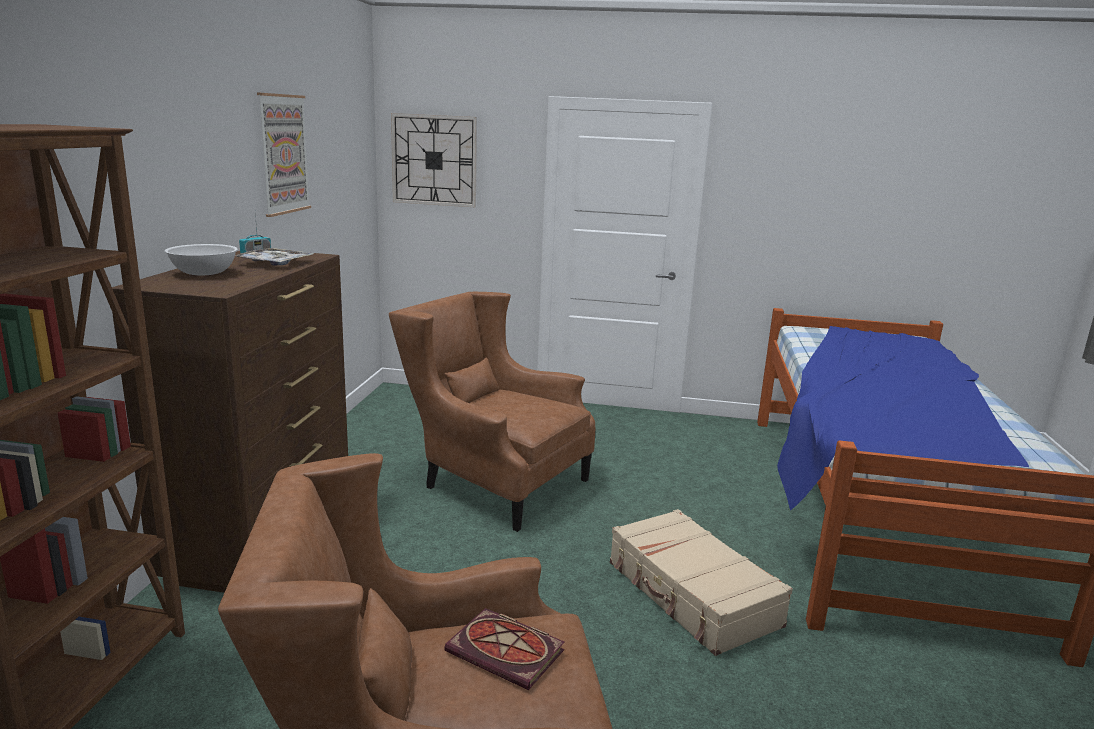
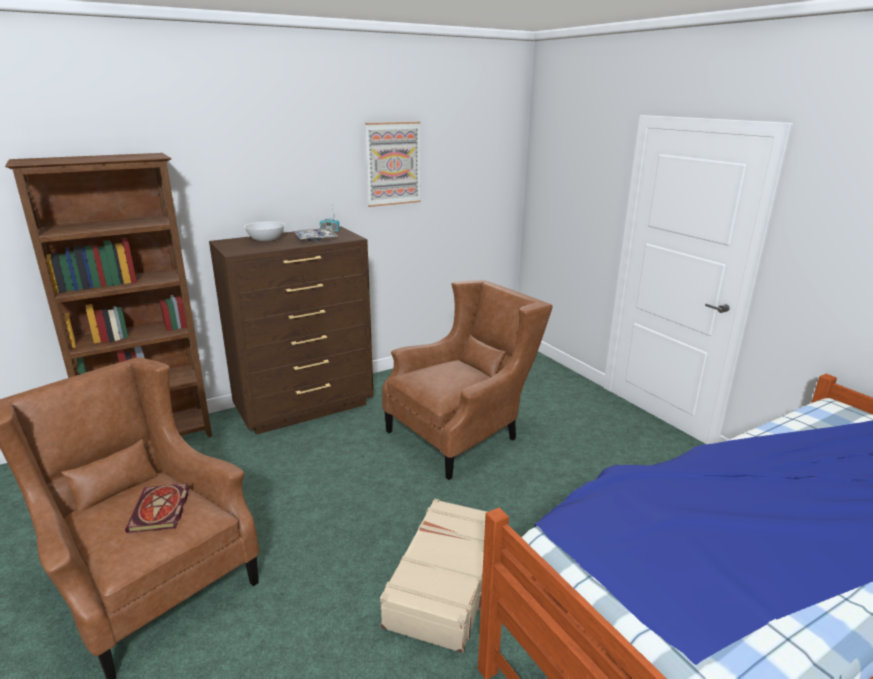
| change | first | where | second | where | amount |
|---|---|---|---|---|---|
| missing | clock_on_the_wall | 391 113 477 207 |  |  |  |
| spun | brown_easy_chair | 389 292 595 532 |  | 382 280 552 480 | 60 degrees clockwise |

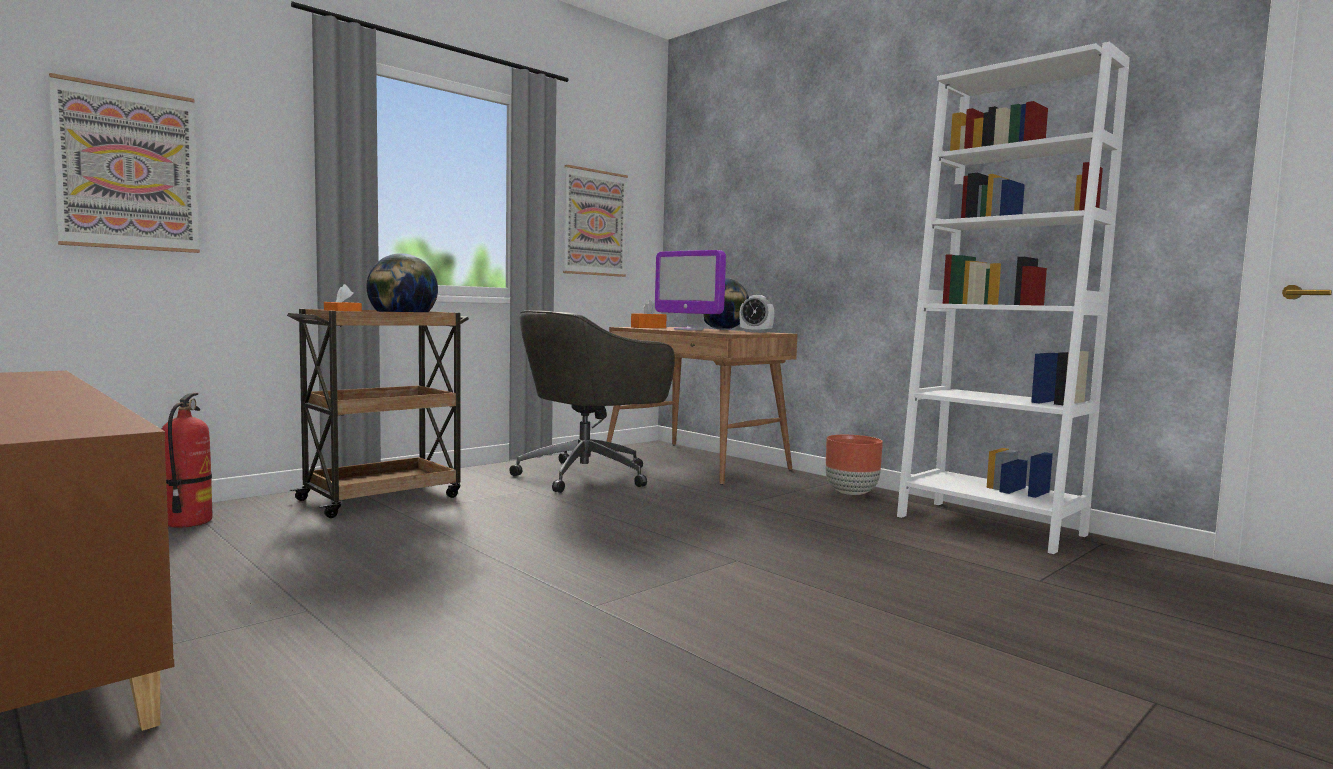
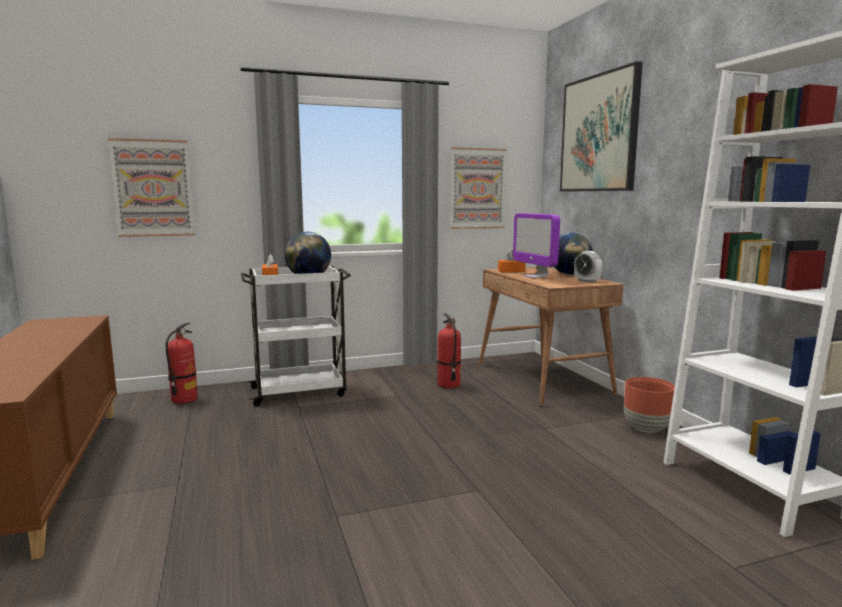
| change | first | where | second | where | amount |
|---|---|---|---|---|---|
| colour | brown_wheeled_cart | 287 309 469 518 | white-coloured_wheeled_cart | 241 265 351 406 |  |
| exchanged | grey_desk_chair | 509 311 675 493 | fire_extinguisher | 437 313 461 389 |  |
| appeared |  |  | wall_picture | 560 61 643 192 |  |

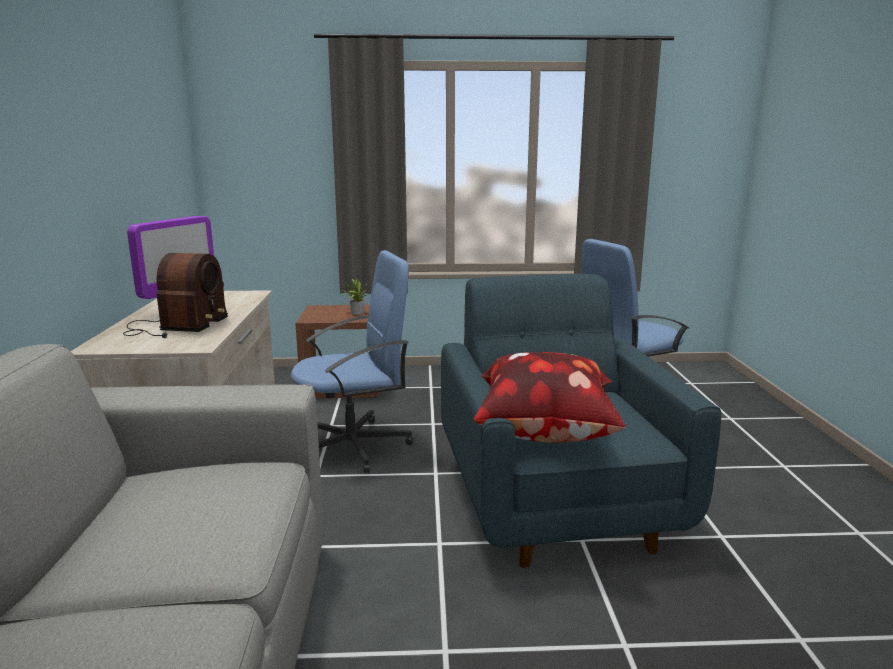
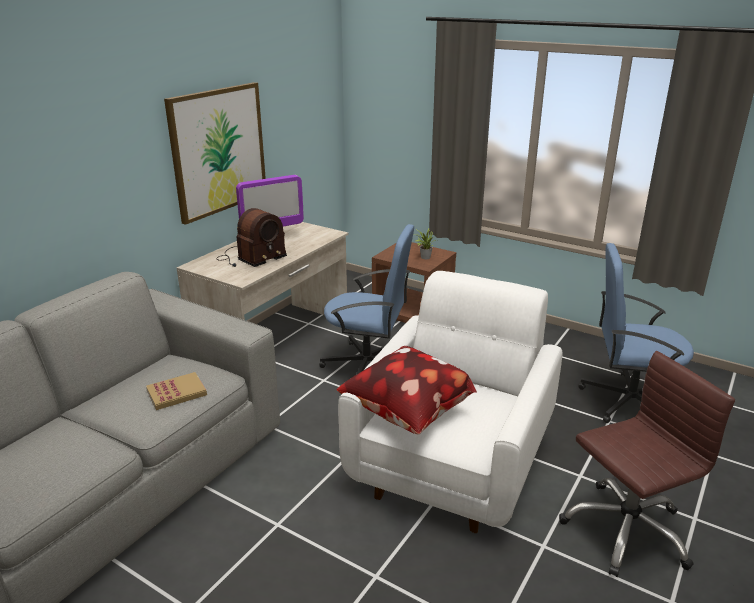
| change | first | where | second | where | amount |
|---|---|---|---|---|---|
| colour | blue-coloured_easy_chair | 441 274 721 568 | white-coloured_easy_chair | 338 271 562 533 |  |
| appeared |  |  | wall_picture | 164 82 266 225 |  |
| appeared |  |  | brown_desk_chair | 559 351 735 577 |  |
| appeared |  |  | bound_book | 146 372 207 410 |  |

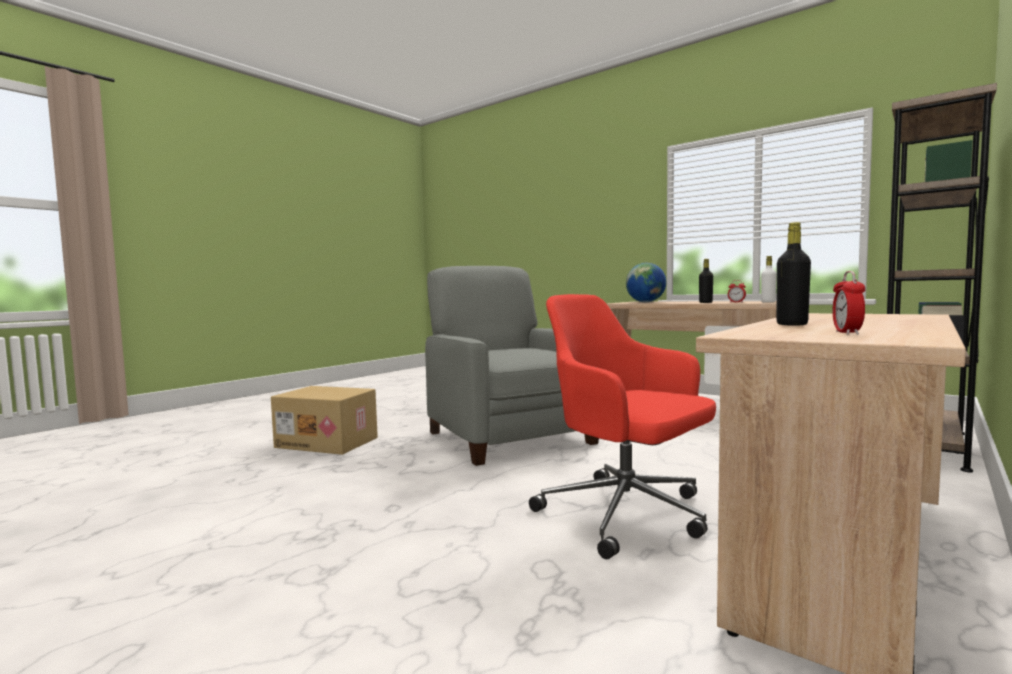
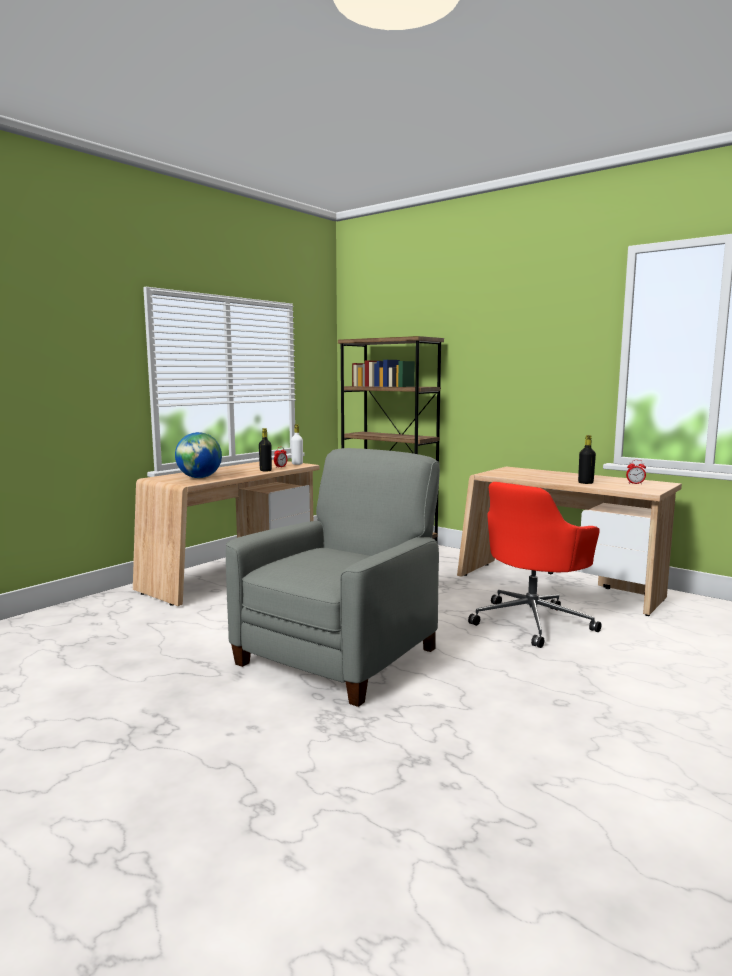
| change | first | where | second | where | amount |
|---|---|---|---|---|---|
| spun | grey_easy_chair | 425 266 599 466 |  | 226 448 440 707 | 150 degrees clockwise |
| missing | carton | 271 386 378 455 |  |  |  |

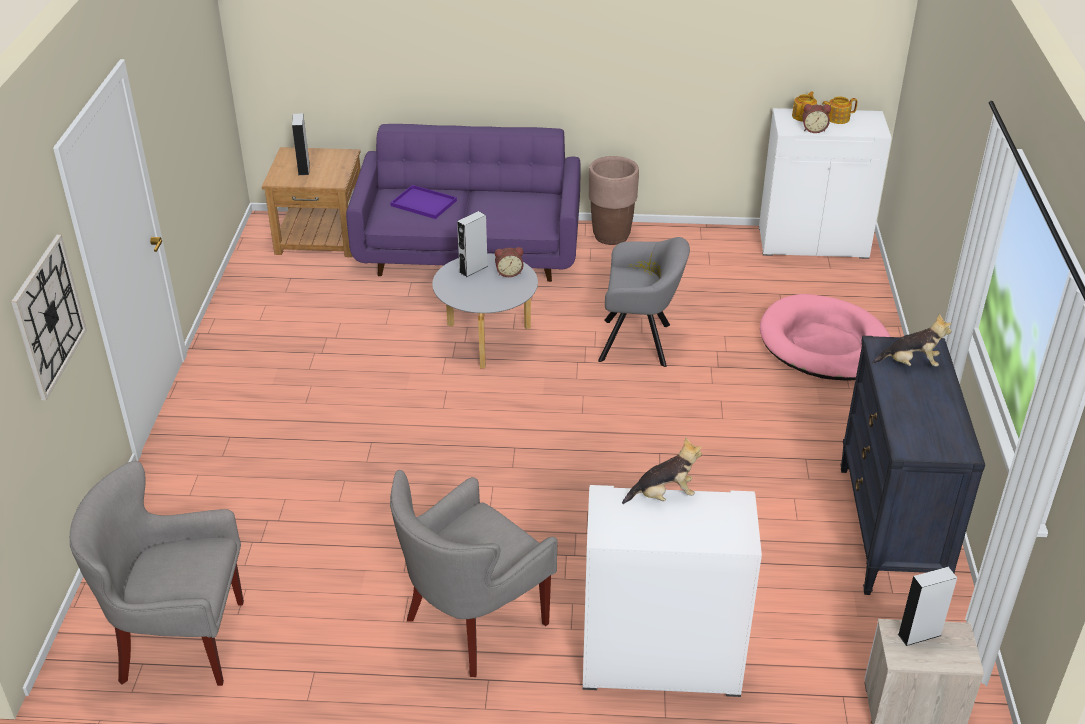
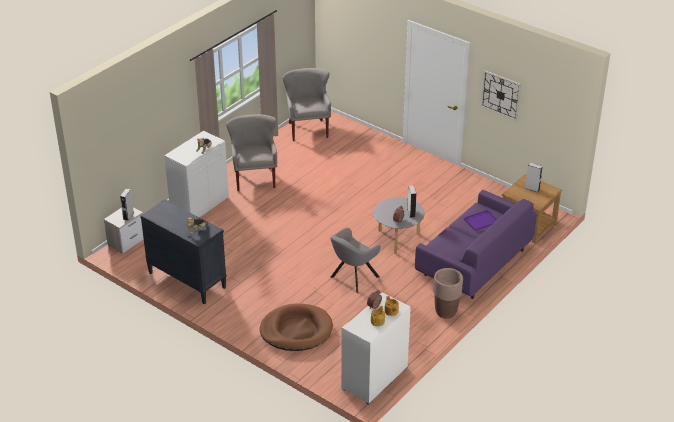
| change | first | where | second | where | amount |
|---|---|---|---|---|---|
| relocated | clock_on_the_wall | 11 235 87 400 |  | 481 70 521 121 |  |
| colour | pinkish_pet_bed | 760 294 891 381 | brown_pet_bed | 260 304 333 351 |  |
| spun | grey_easy_chair | 70 461 244 686 |  | 283 68 331 141 | 45 degrees counterclockwise |

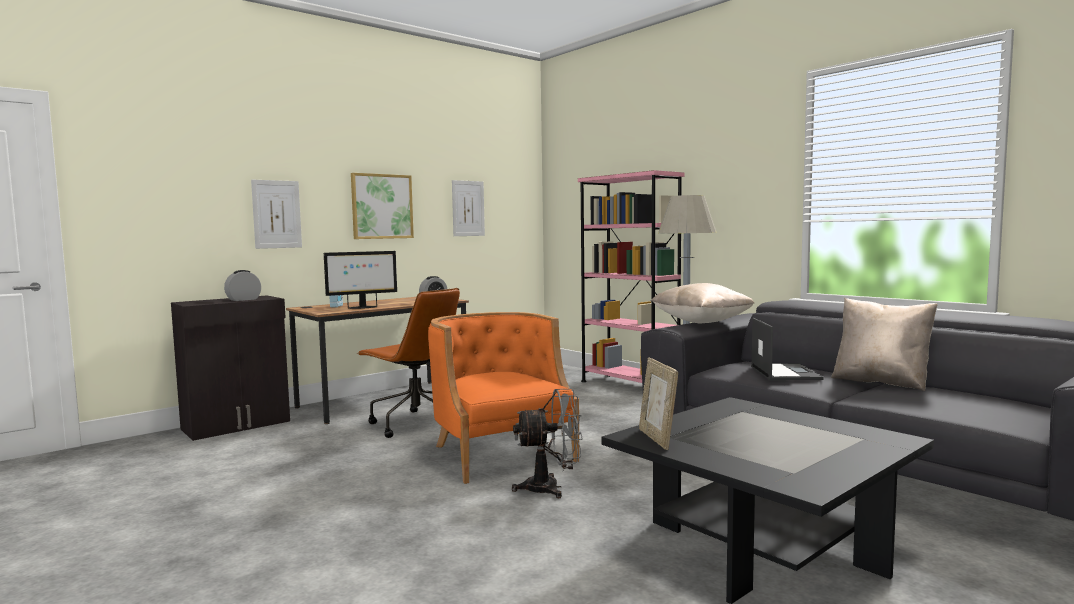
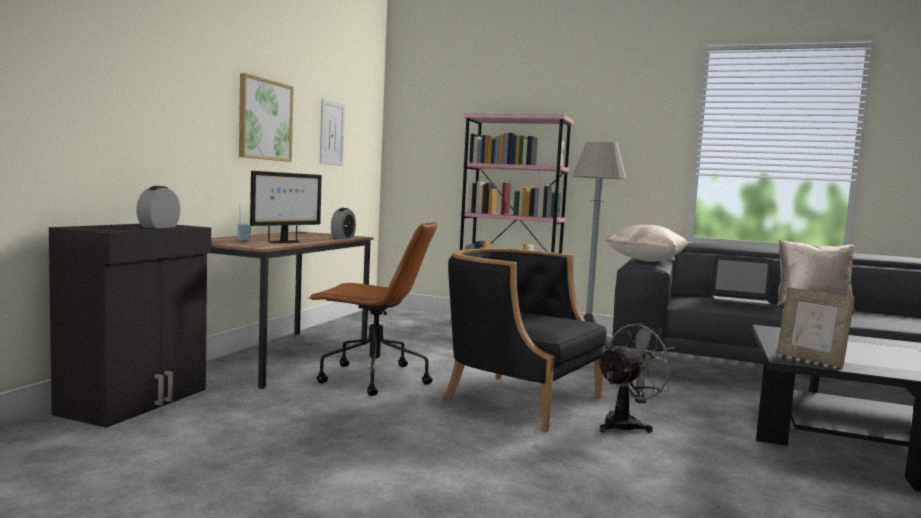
| change | first | where | second | where | amount |
|---|---|---|---|---|---|
| missing | wall_picture | 251 180 302 249 |  |  |  |
| colour | orangey_easy_chair | 428 312 579 484 | black_easy_chair | 443 248 607 432 |  |
| spun | laptop | 751 318 824 380 |  | 711 255 775 310 | 135 degrees clockwise |

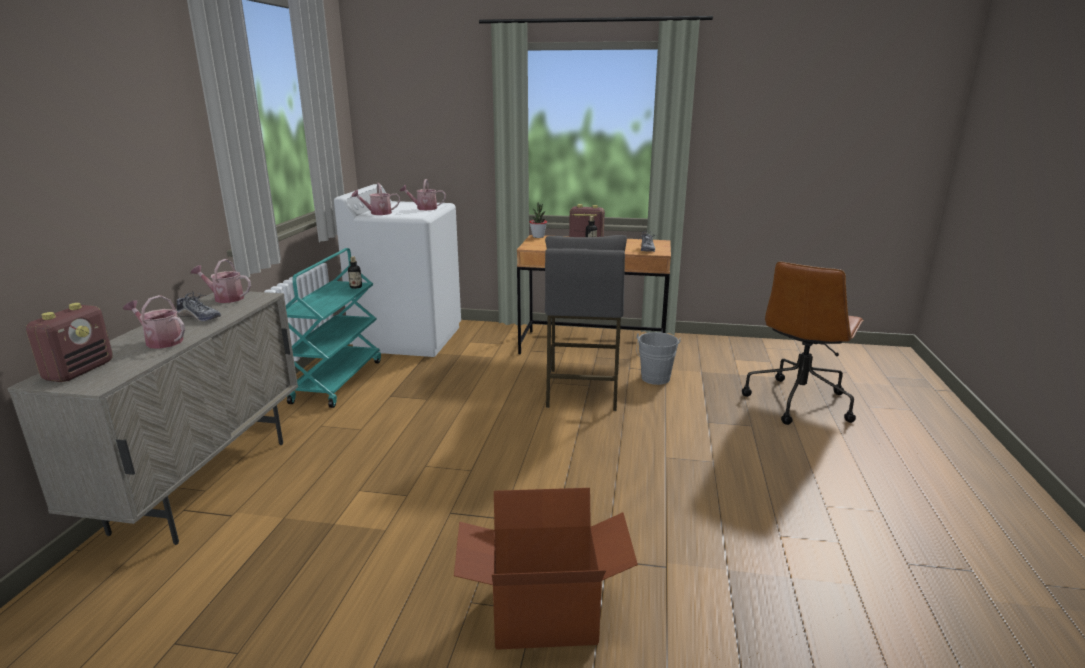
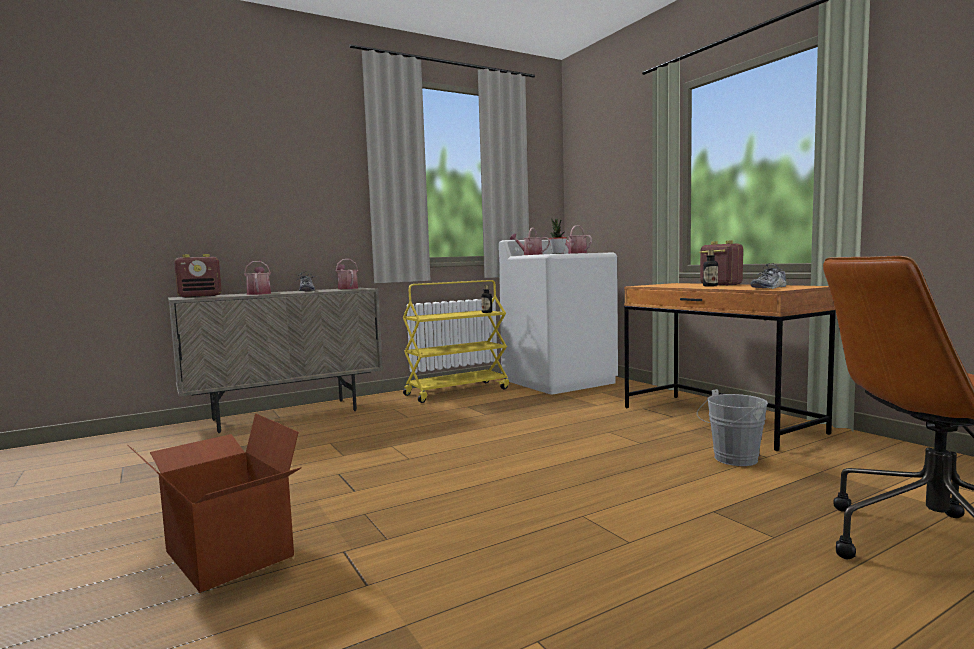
| change | first | where | second | where | amount |
|---|---|---|---|---|---|
| relocated | houseplant | 529 202 547 238 |  | 549 218 567 254 |  |
| missing | grey_sitting_stool | 545 235 627 411 |  |  |  |
| colour | turquoise_wheeled_cart | 286 248 381 408 | yellow-coloured_wheeled_cart | 403 280 509 403 |  |

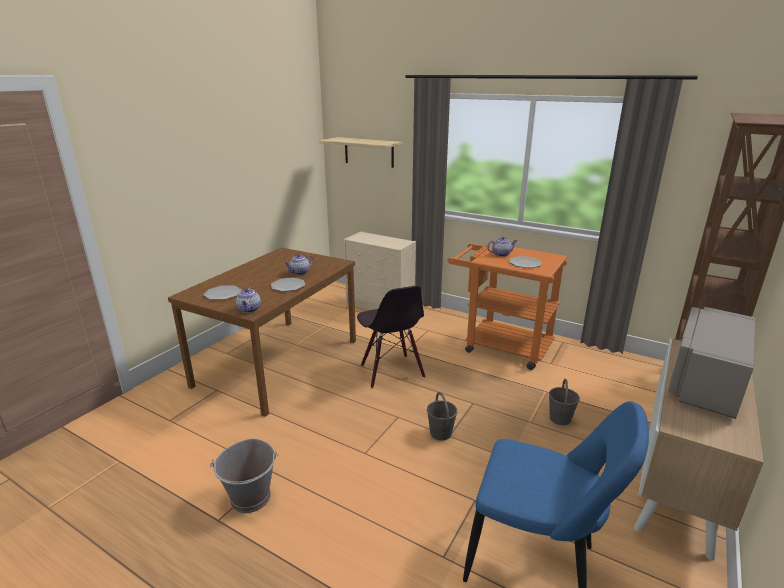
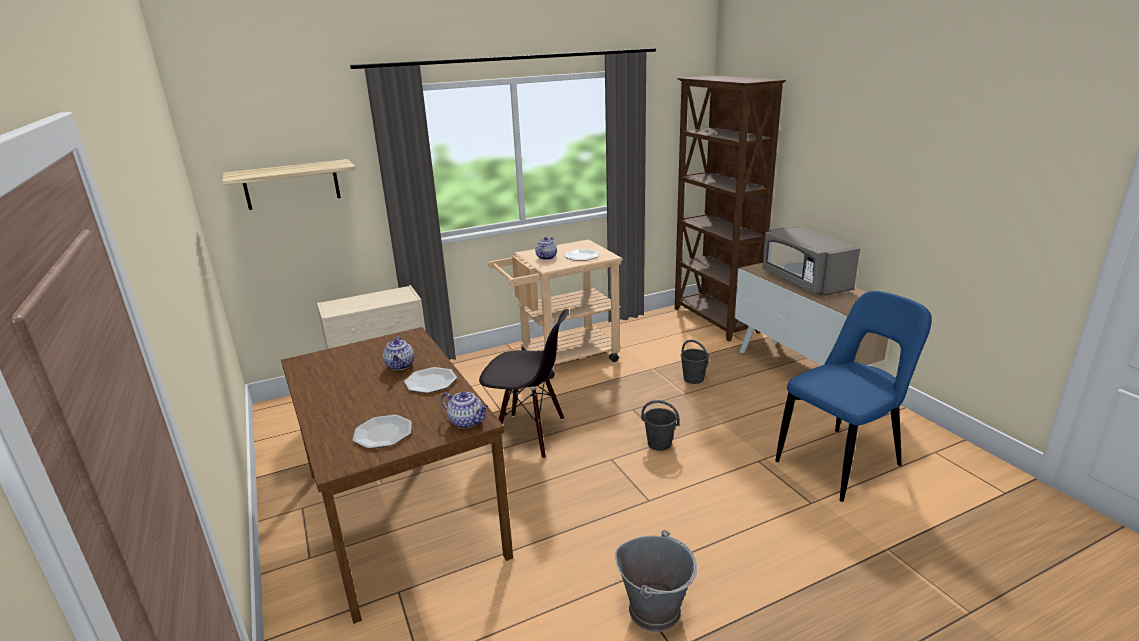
| change | first | where | second | where | amount |
|---|---|---|---|---|---|
| colour | orangey_wheeled_cart | 448 244 567 370 | beige_wheeled_cart | 488 239 623 379 |  |

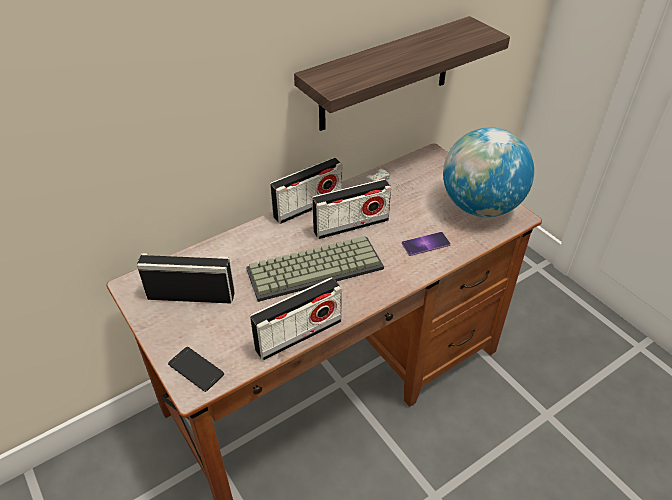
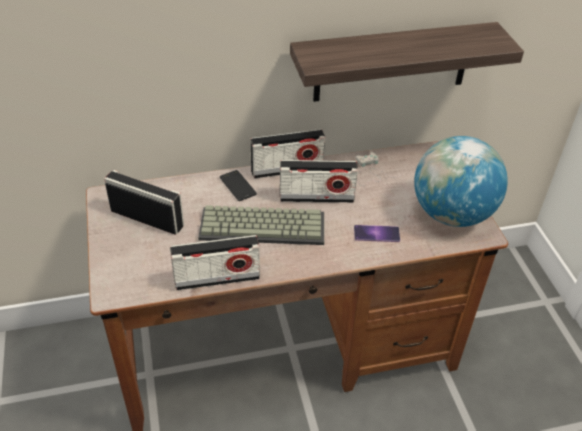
| change | first | where | second | where | amount |
|---|---|---|---|---|---|
| relocated | telephone | 168 347 224 392 |  | 220 170 257 201 |  |

